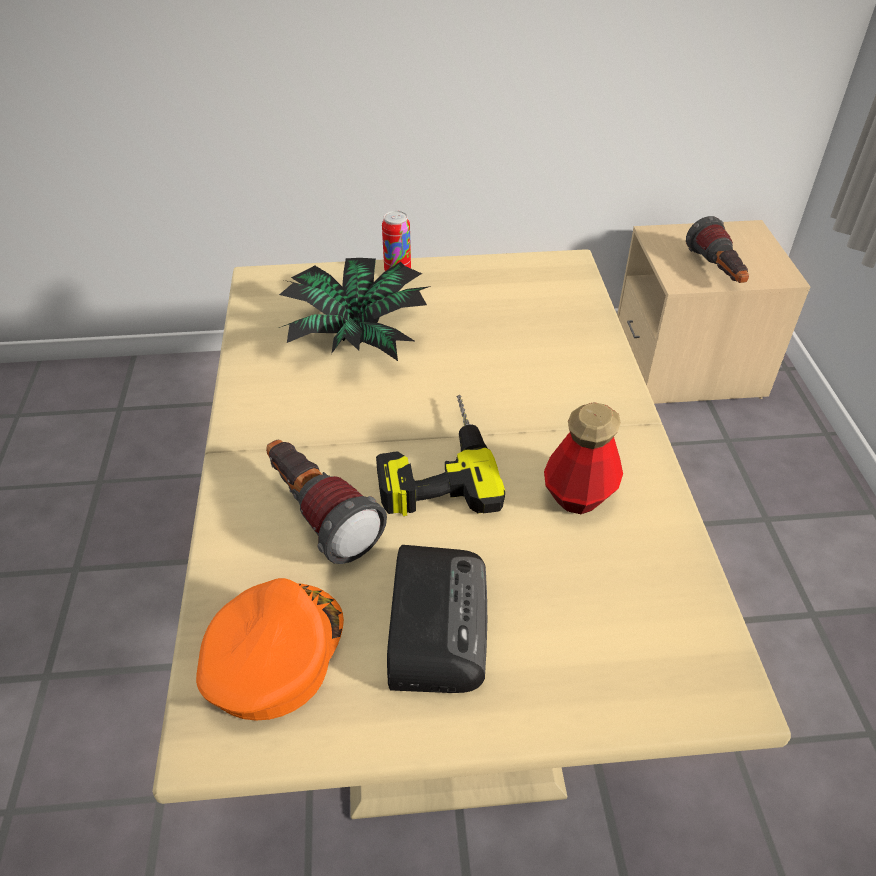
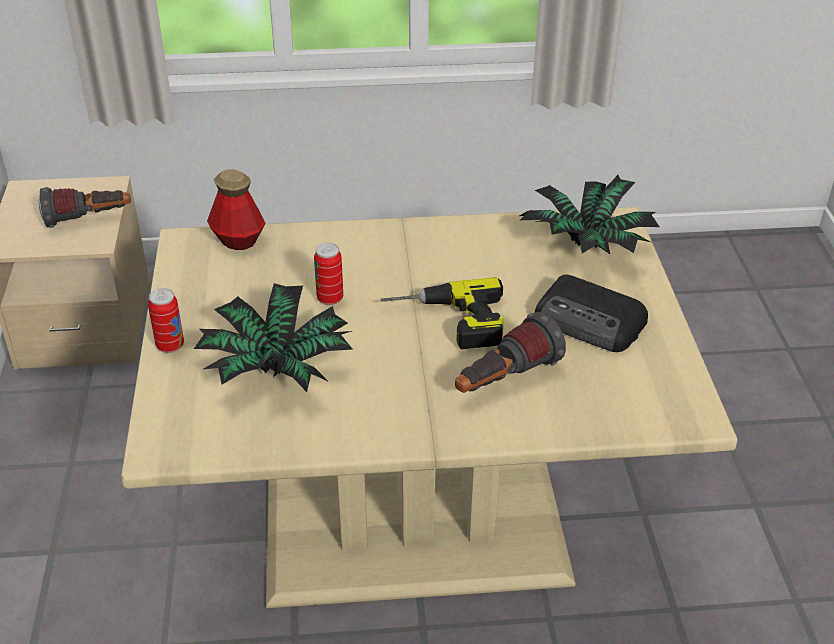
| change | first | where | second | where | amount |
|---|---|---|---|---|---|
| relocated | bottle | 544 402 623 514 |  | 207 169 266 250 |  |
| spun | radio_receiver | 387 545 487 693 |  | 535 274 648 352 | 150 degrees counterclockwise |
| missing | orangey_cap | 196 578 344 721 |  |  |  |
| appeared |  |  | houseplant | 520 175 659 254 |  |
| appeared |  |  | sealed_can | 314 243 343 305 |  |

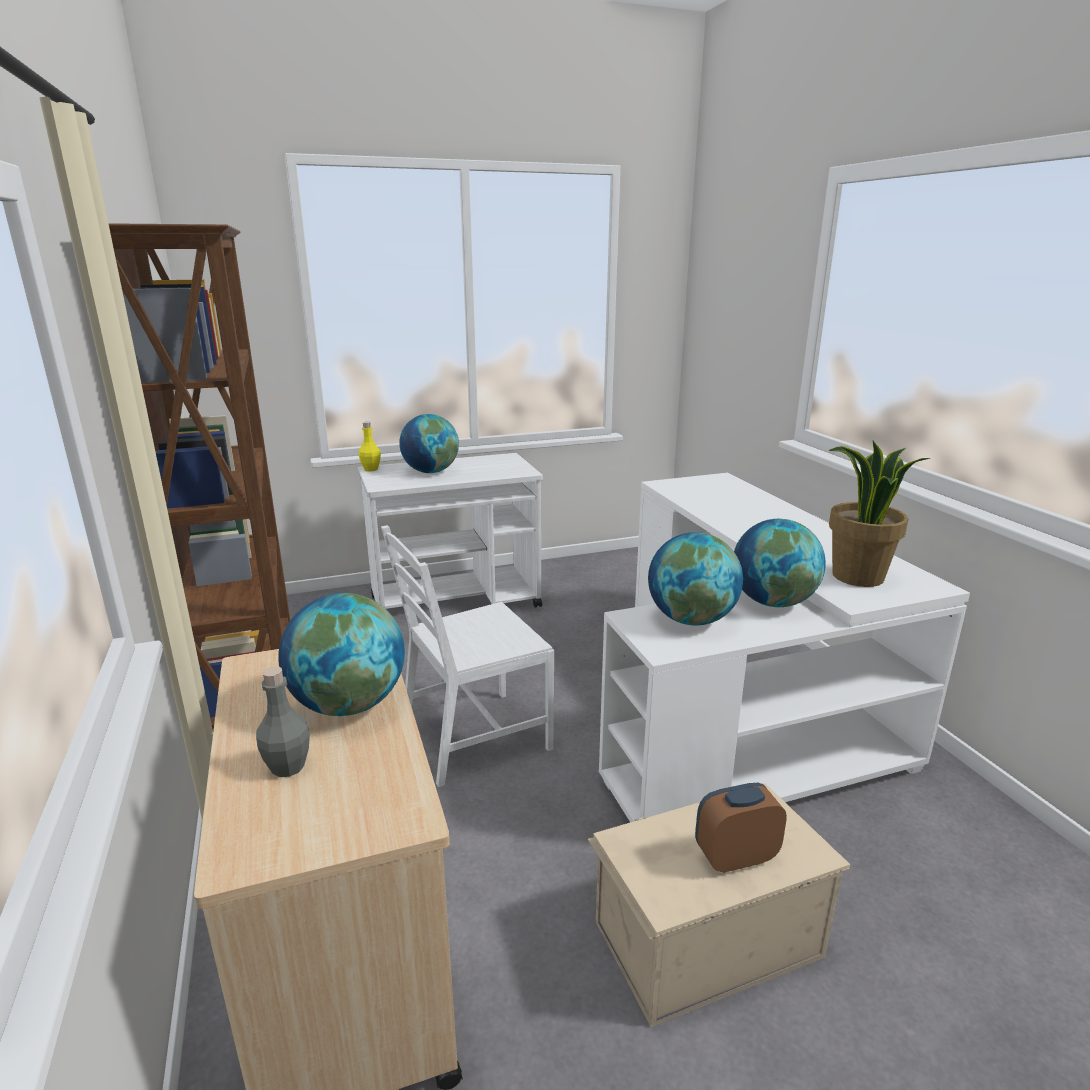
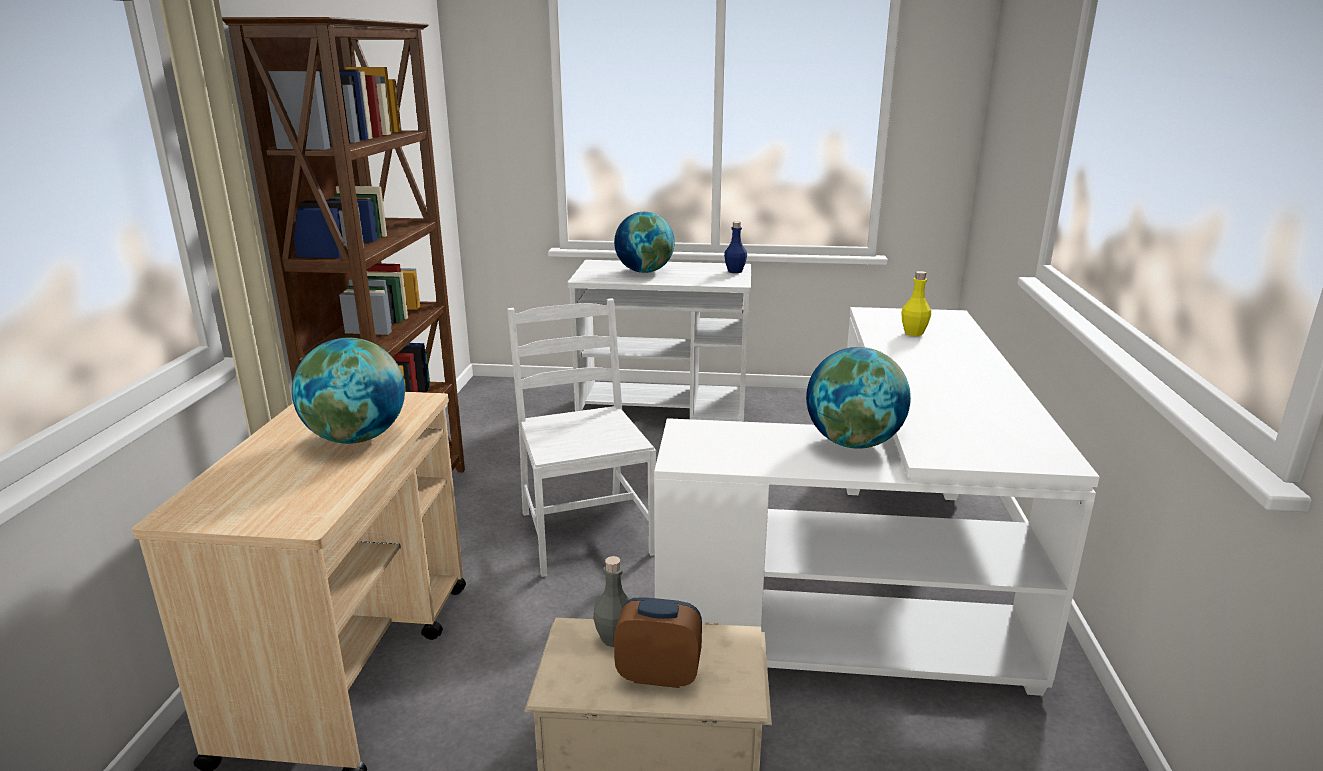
| change | first | where | second | where | amount |
|---|---|---|---|---|---|
| relocated | yellow-coloured_bottle | 358 422 381 472 |  | 901 271 931 336 |  |
| missing | houseplant | 829 440 930 587 |  |  |  |
| spun | white-coloured_plain_chair | 381 525 554 787 |  | 507 298 656 577 | 75 degrees clockwise |
| missing | globe | 648 532 743 626 |  |  |  |
| relocated | grey_bottle | 256 666 310 777 |  | 593 556 630 647 |  |
| appeared |  |  | blue-coloured_bottle | 724 221 747 273 |  |

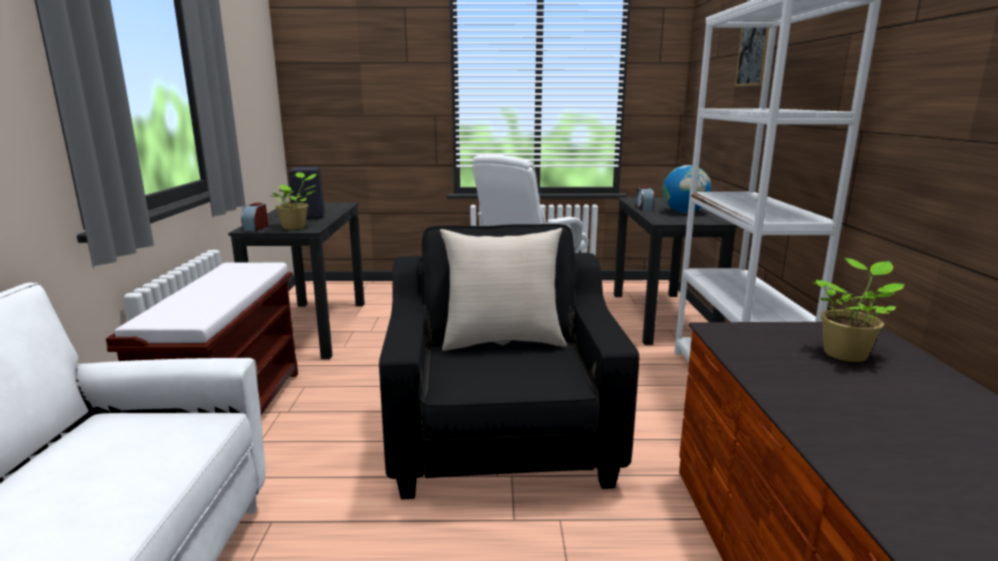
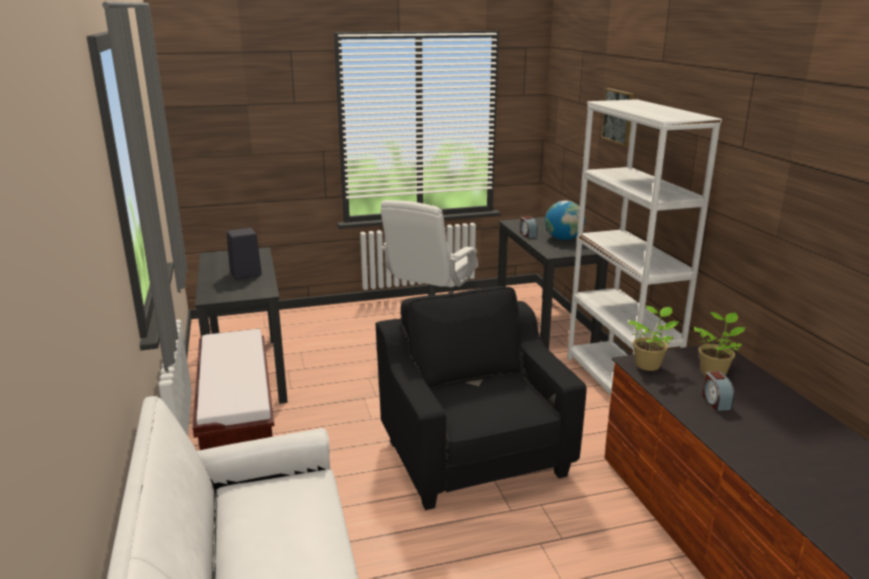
| change | first | where | second | where | amount |
|---|---|---|---|---|---|
| relocated | houseplant | 271 172 316 230 |  | 629 306 679 371 |  |
| relocated | bedside_clock | 241 203 268 231 |  | 702 371 735 411 |  |
| missing | beige_pillow | 440 228 567 351 |  |  |  |

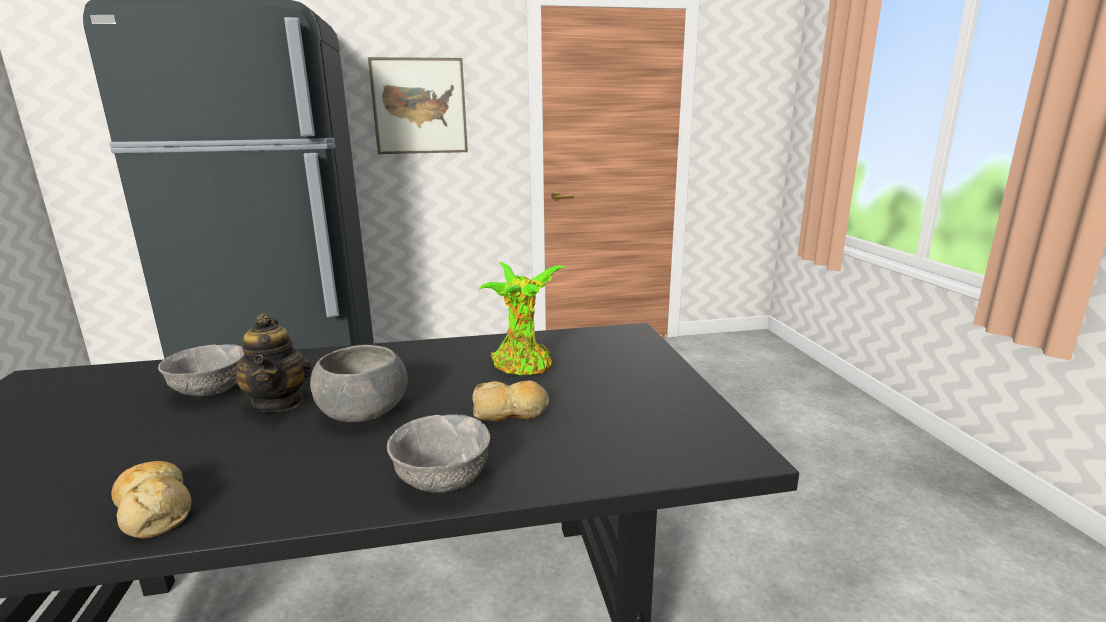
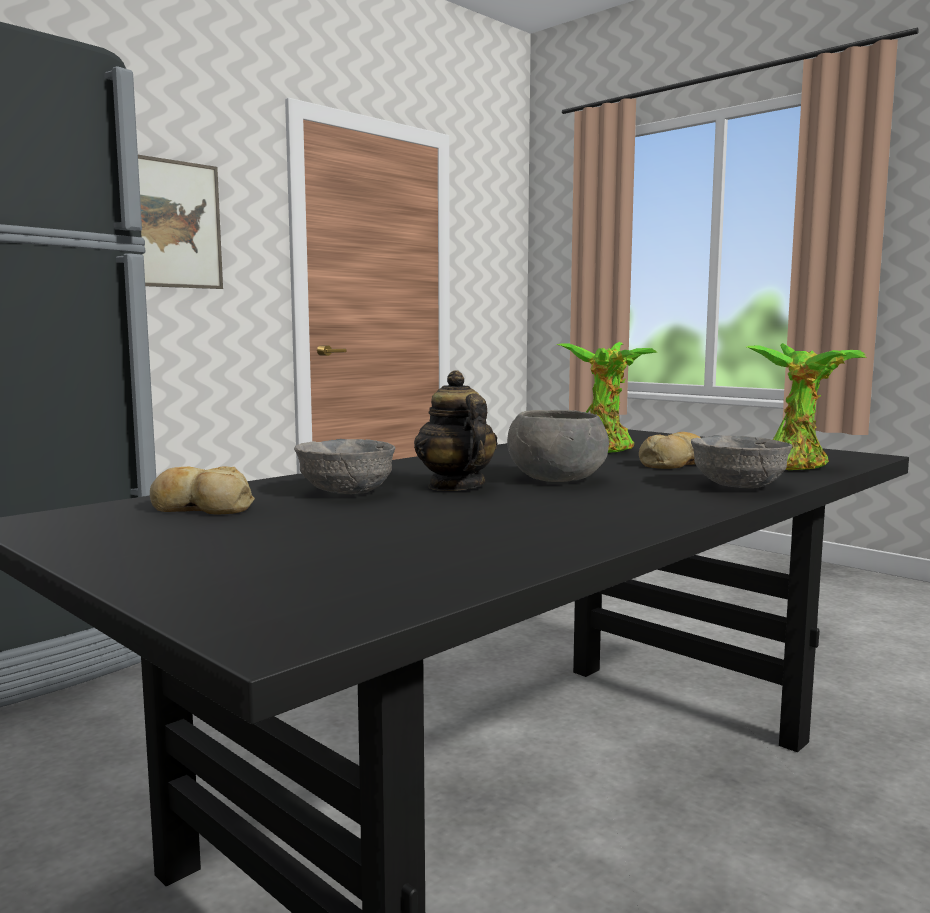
| change | first | where | second | where | amount |
|---|---|---|---|---|---|
| spun | teapot | 232 313 311 413 |  | 414 370 497 491 | 150 degrees counterclockwise |
| relocated | bread | 112 461 191 538 |  | 150 466 255 515 |  |
| appeared |  |  | houseplant | 747 343 867 470 |  |

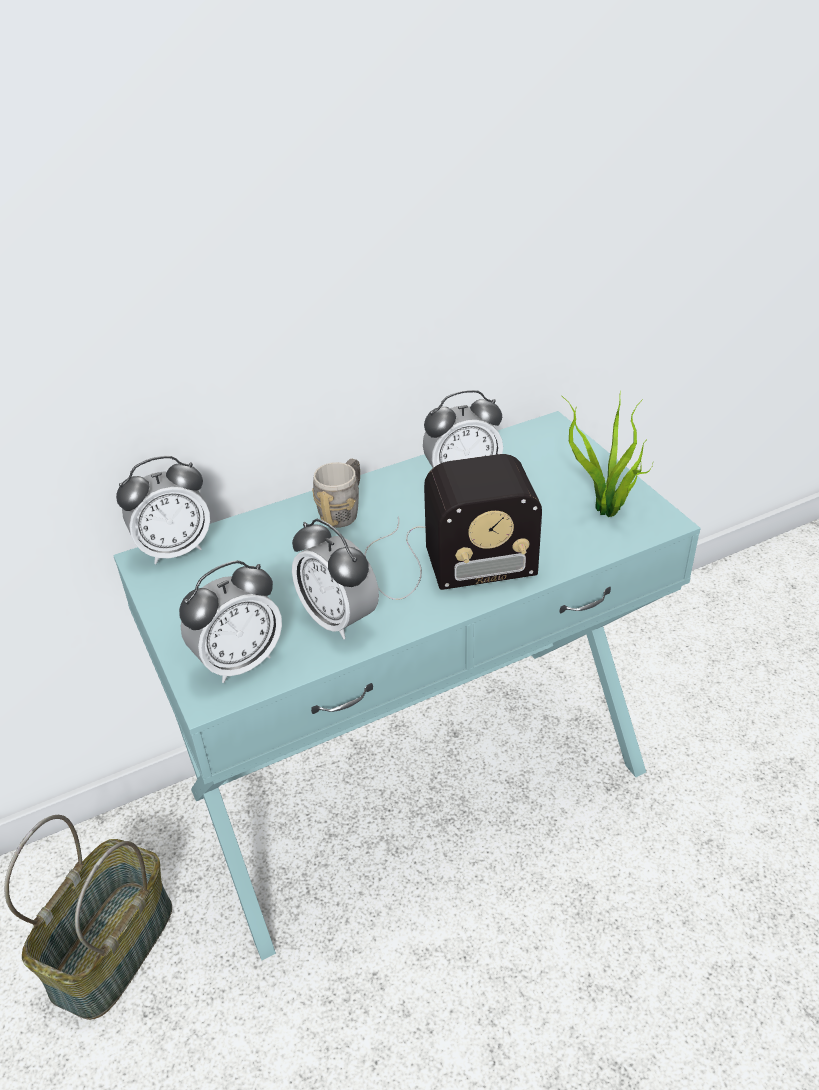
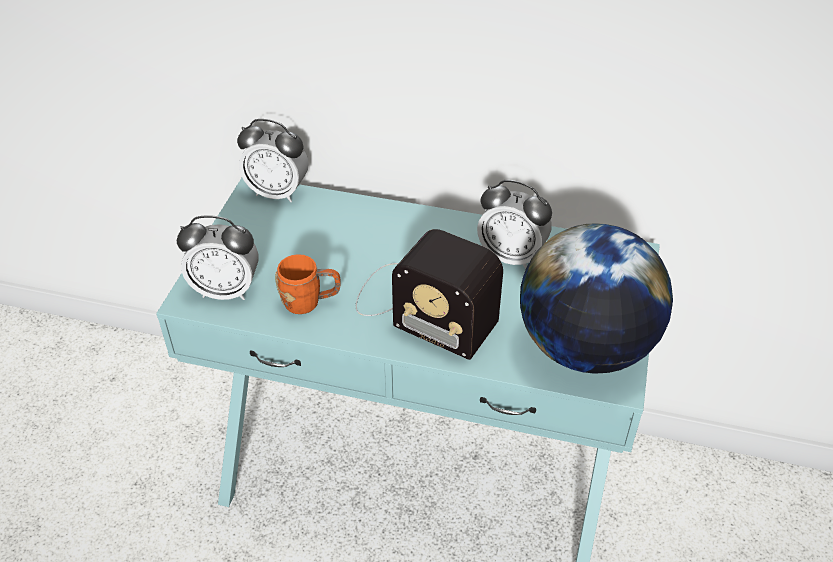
| change | first | where | second | where | amount |
|---|---|---|---|---|---|
| exchanged | houseplant | 561 390 653 517 | globe | 520 223 673 373 |  |
| missing | grey_tea_mug | 312 459 360 528 |  |  |  |
| exchanged | bedside_clock | 292 519 379 639 | orangey_tea_mug | 275 254 340 314 |  |
| missing | storage_basket | 4 815 172 1020 |  |  |  |

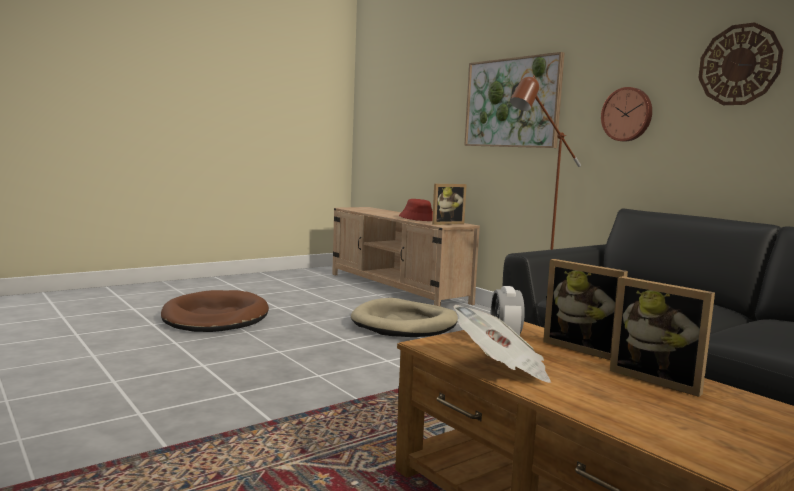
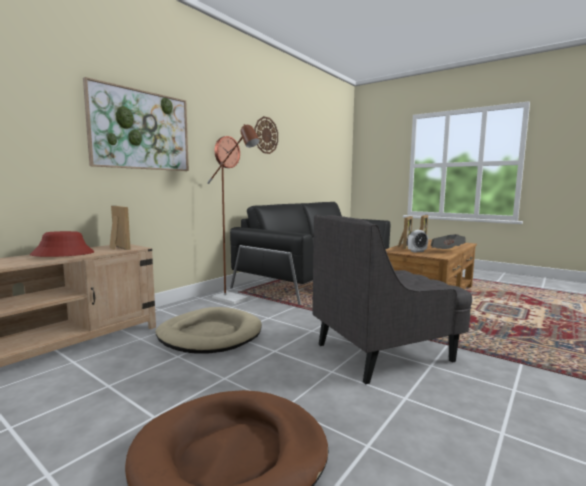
| change | first | where | second | where | amount |
|---|---|---|---|---|---|
| appeared |  |  | grey_easy_chair | 312 215 472 384 |  |

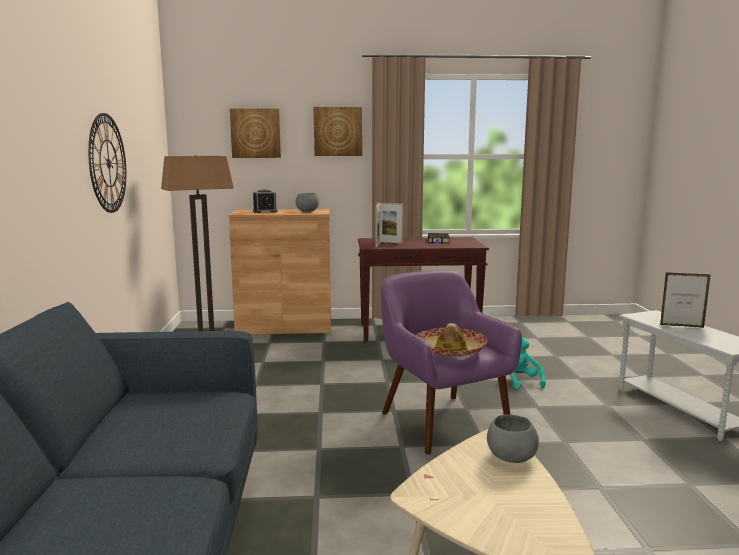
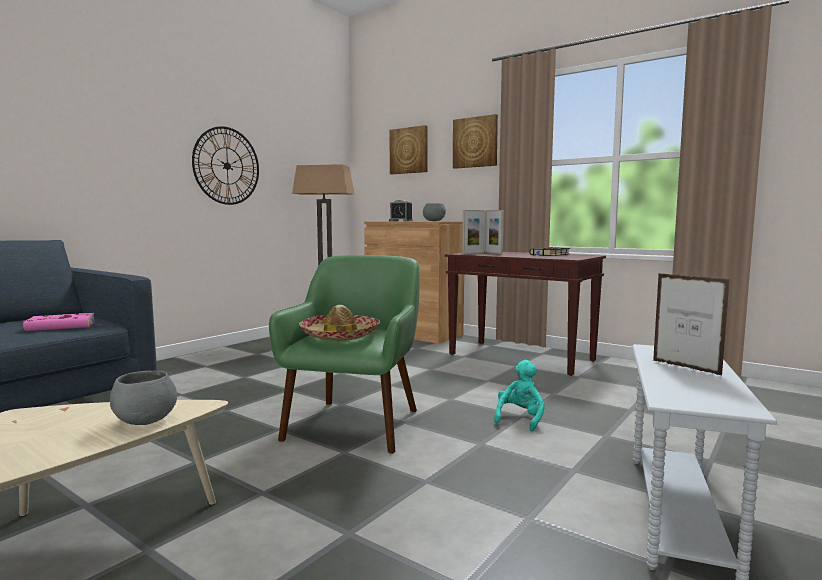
| change | first | where | second | where | amount |
|---|---|---|---|---|---|
| colour | purple_easy_chair | 381 270 522 455 | greenish_easy_chair | 269 255 420 454 |  |
| appeared |  |  | pinkish_bound_book | 23 313 103 331 |  |

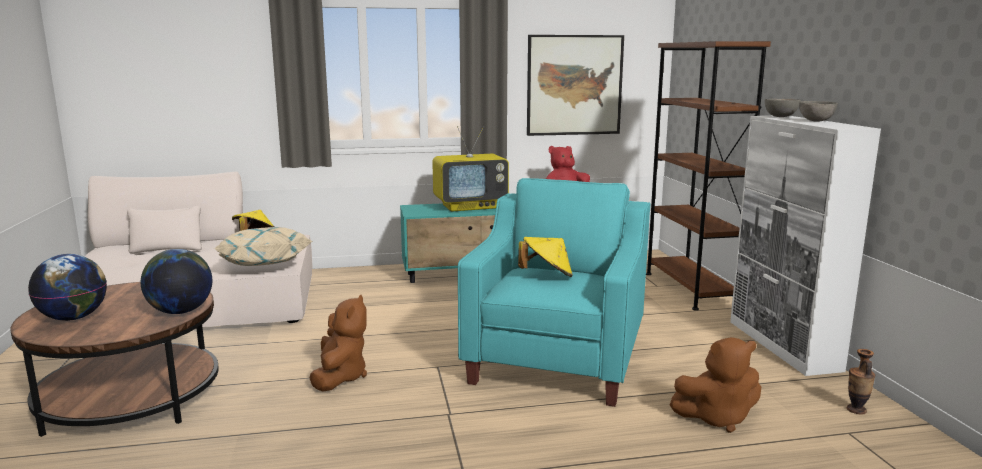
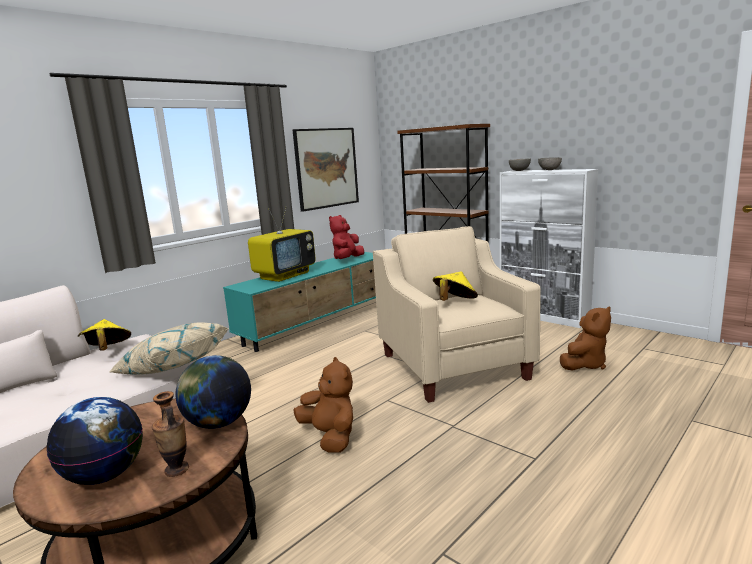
| change | first | where | second | where | amount |
|---|---|---|---|---|---|
| colour | turquoise_easy_chair | 458 178 651 407 | beige_easy_chair | 373 226 541 403 |  |
| relocated | vase | 847 349 875 415 |  | 152 391 189 477 |  |

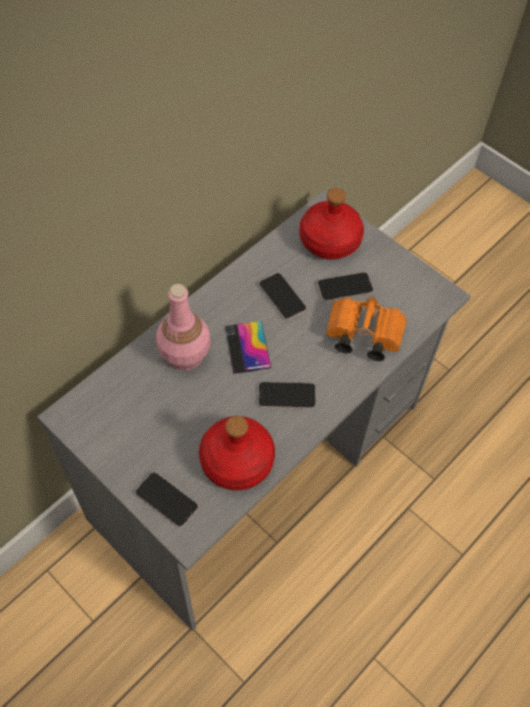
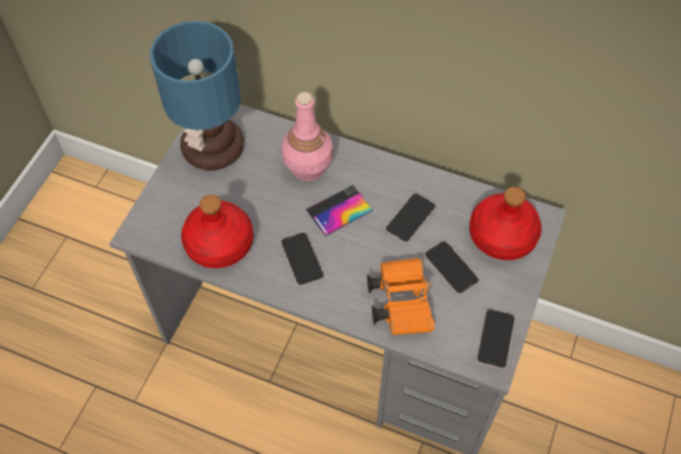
| change | first | where | second | where | amount |
|---|---|---|---|---|---|
| relocated | telephone | 135 472 199 528 |  | 477 309 515 369 |  |
| appeared |  |  | table_lamp | 150 21 244 170 |  |

